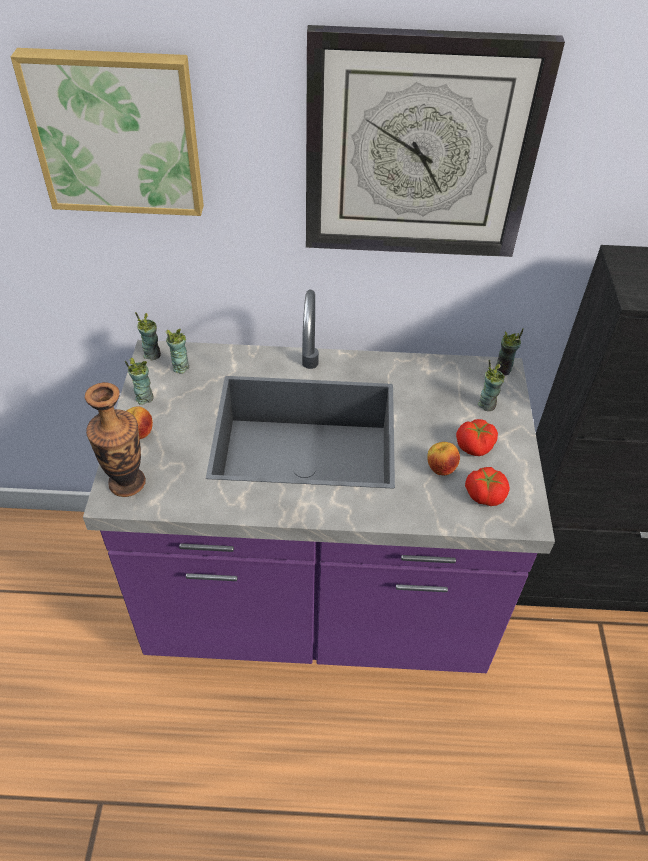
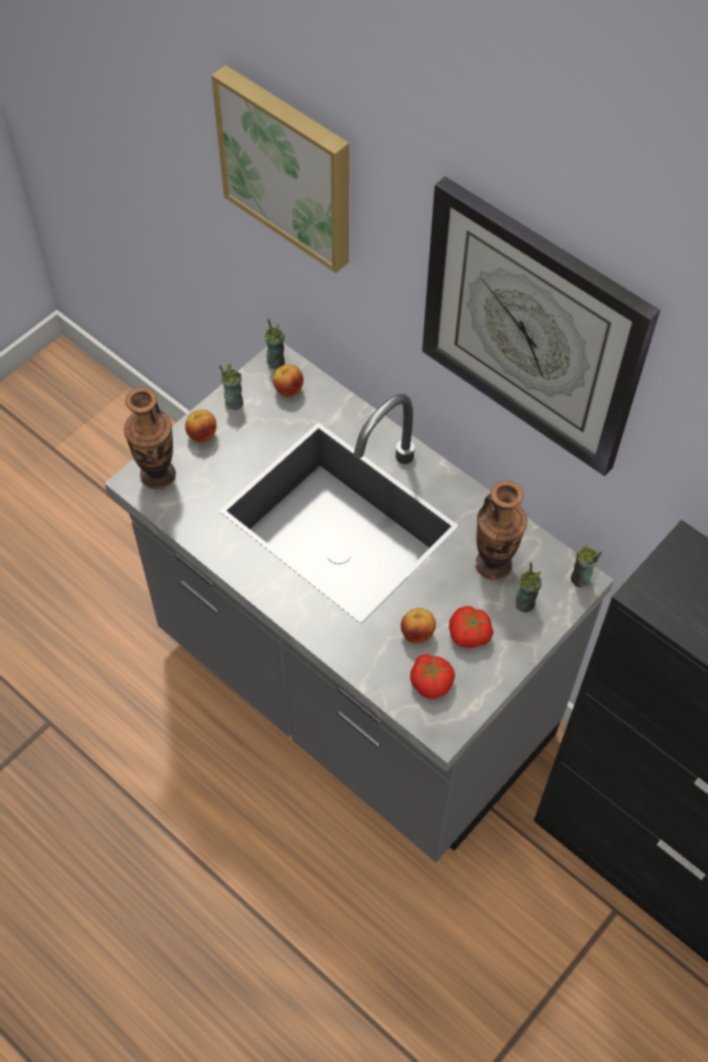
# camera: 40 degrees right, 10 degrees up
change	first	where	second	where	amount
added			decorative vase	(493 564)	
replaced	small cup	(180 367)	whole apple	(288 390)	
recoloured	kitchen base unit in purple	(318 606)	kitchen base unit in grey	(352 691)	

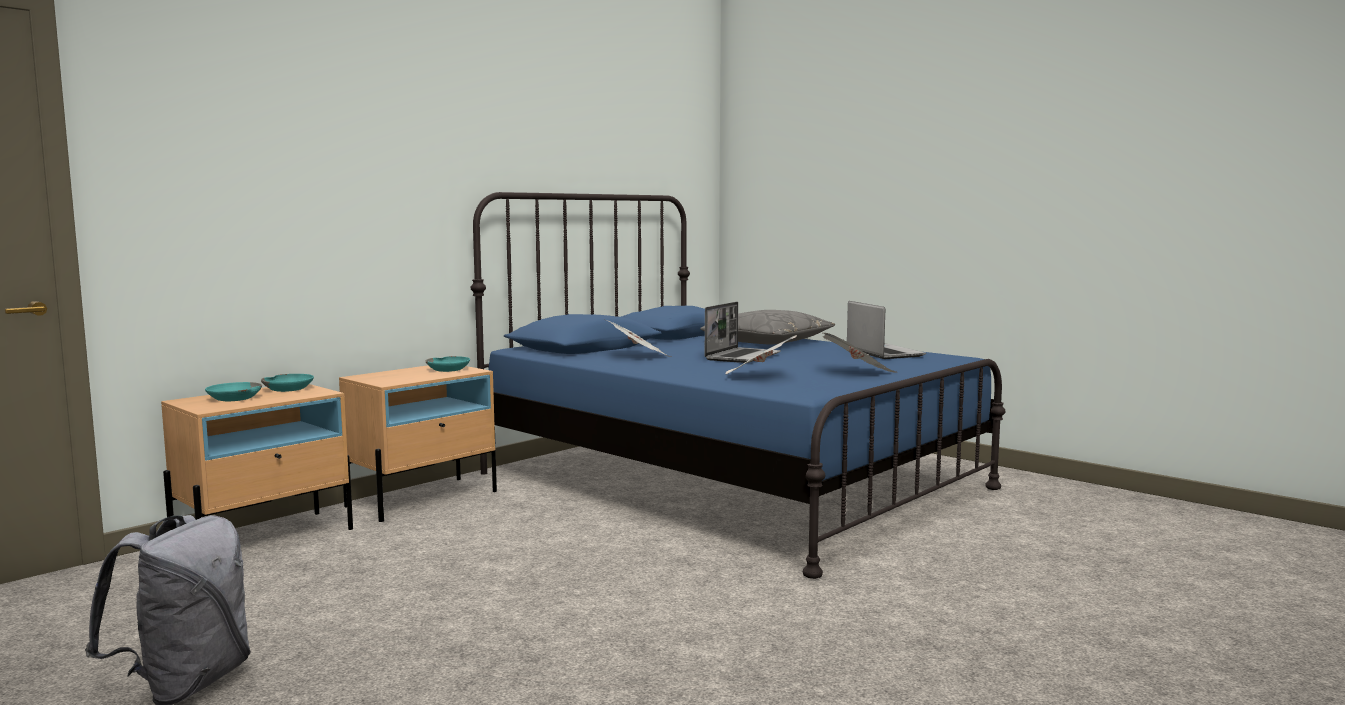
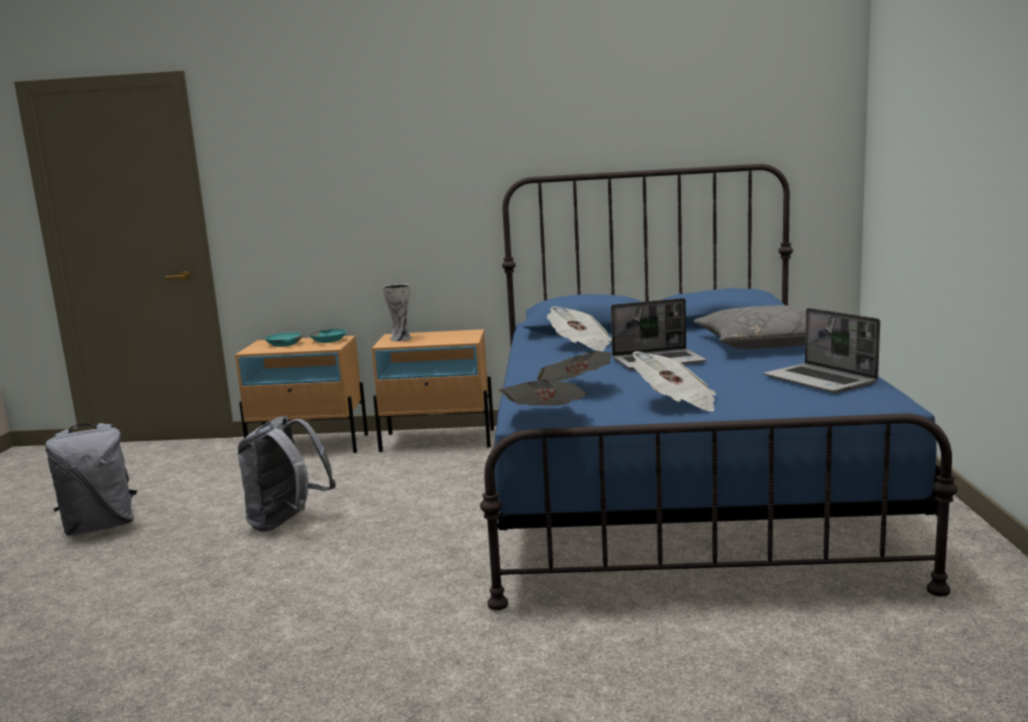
# camera: 50 degrees right, 5 degrees up
change	first	where	second	where	amount
removed	deep dish in turquoise-coloured	(449 369)			
added			knapsack in grey	(287 522)	
added			decorative vase	(401 338)	
added			printed paper	(545 417)	
turned	notebook computer	(883 353)		(821 380)	120 degrees clockwise

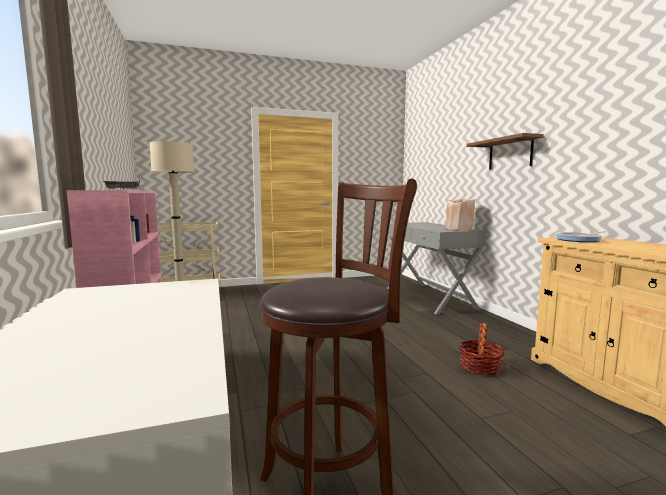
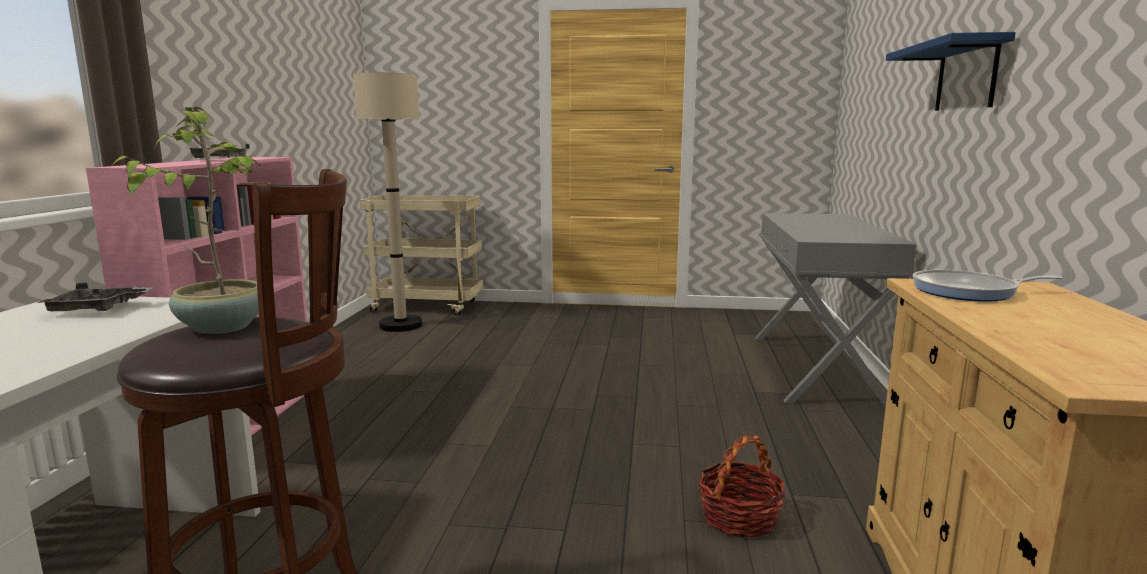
# camera: 25 degrees right, 5 degrees up
change	first	where	second	where	amount
removed	decorative vase in sand-coloured	(459 229)			
added			serving tray in grey	(97 309)	
added			potted plant	(221 326)	
recoloured	wall shelf in brownish	(510 153)	wall shelf in blue-coloured	(966 76)	

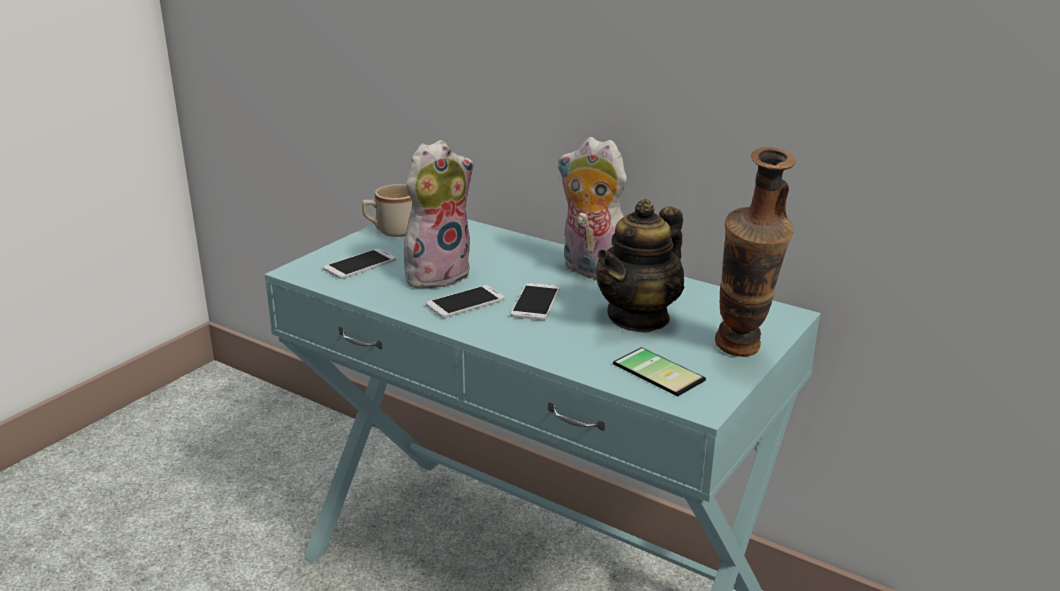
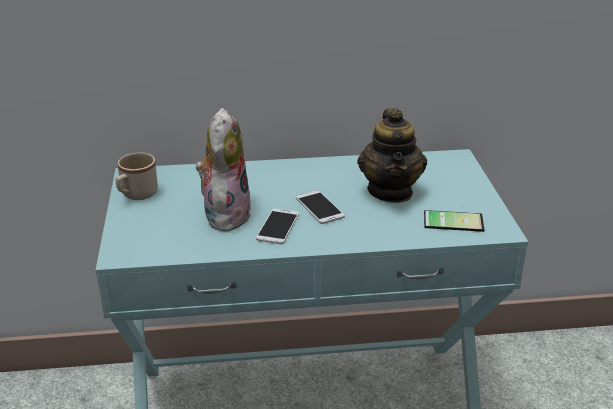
# camera: 40 degrees left, 5 degrees up
change	first	where	second	where	amount
removed	telephone	(360 264)			
removed	soft toy	(590 271)			
removed	decorative vase	(741 354)			

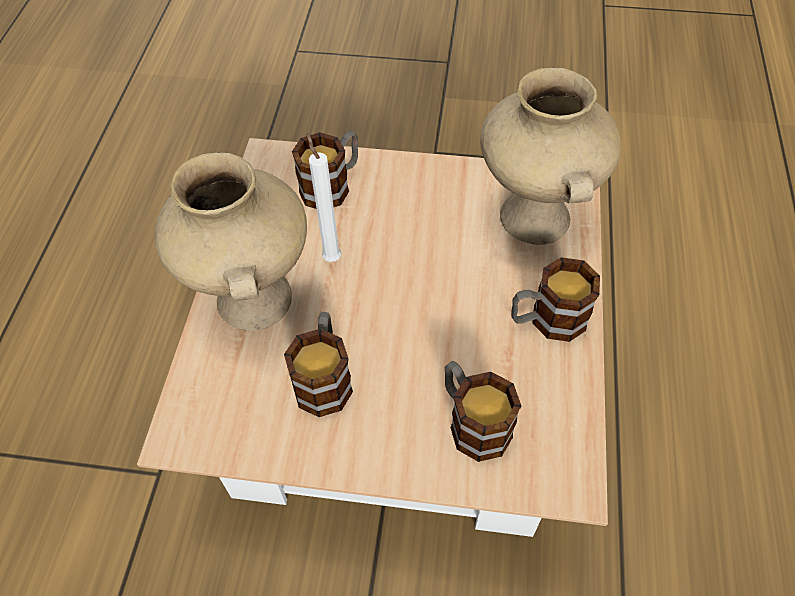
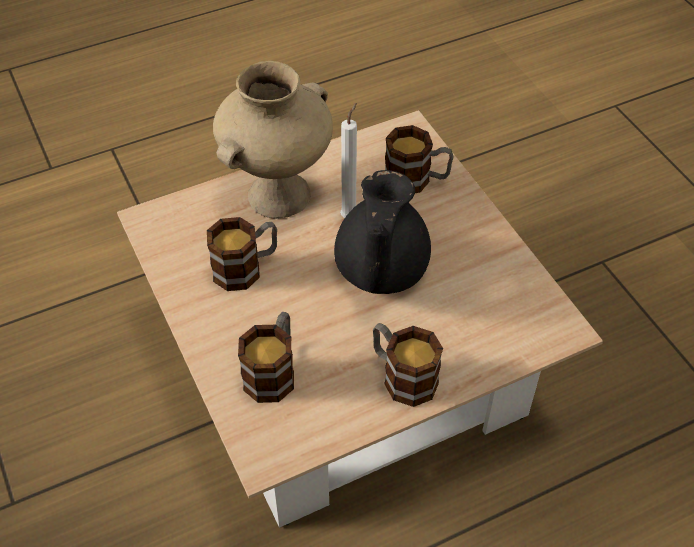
# camera: 55 degrees right, 5 degrees down
change	first	where	second	where	amount
removed	decorative vase in sand-coloured	(532 216)			
added			tea pot in blackish	(379 270)	

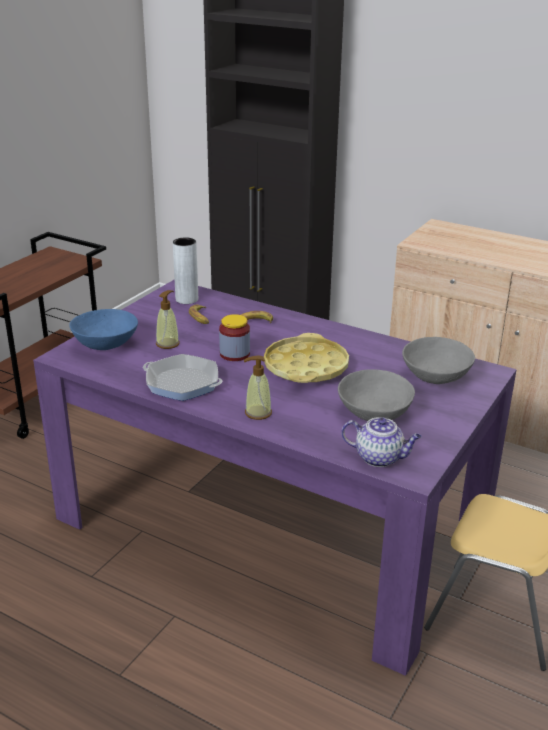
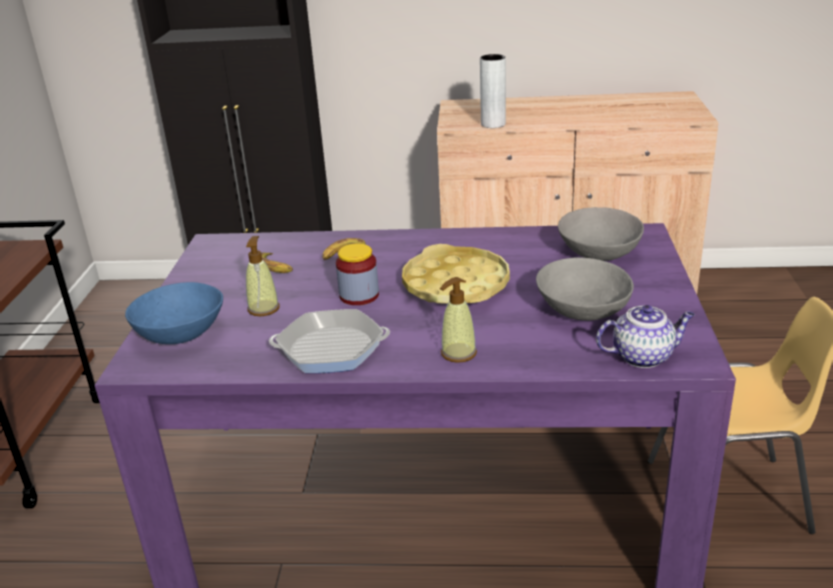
# camera: 25 degrees left, 0 degrees up
change	first	where	second	where	amount
moved	decorative vase in grey	(187 299)		(493 124)	

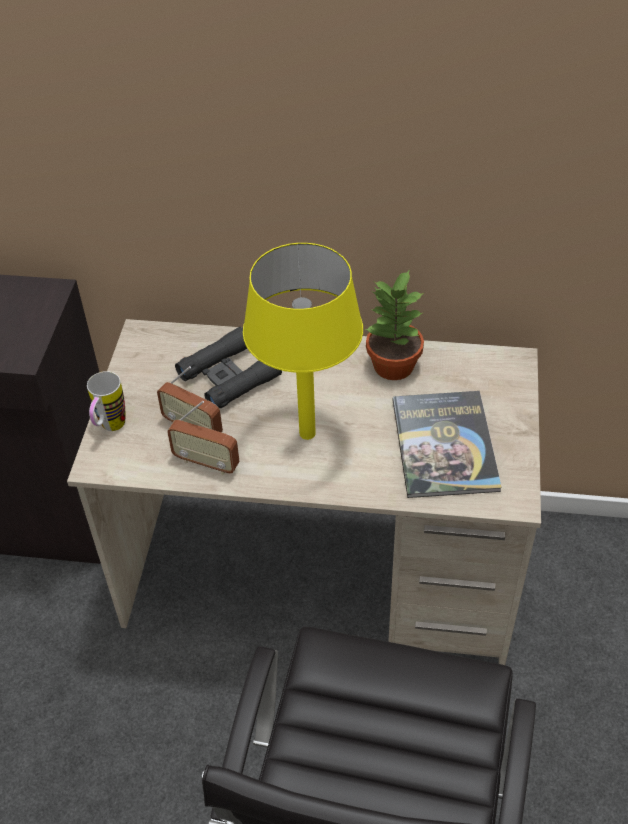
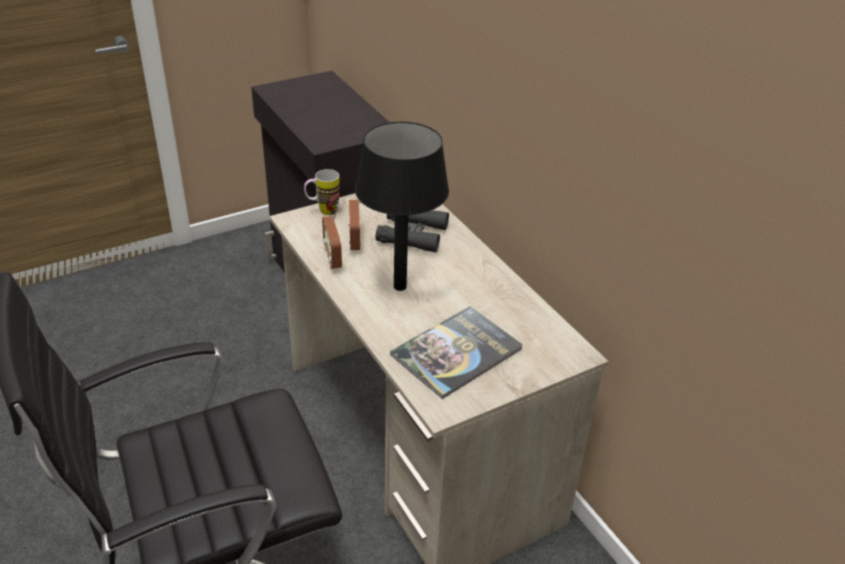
# camera: 50 degrees right, 10 degrees down
change	first	where	second	where	amount
removed	potted plant	(392 366)			
recoloured	table lamp in yellow-coloured	(306 434)	table lamp in blackish	(399 286)	

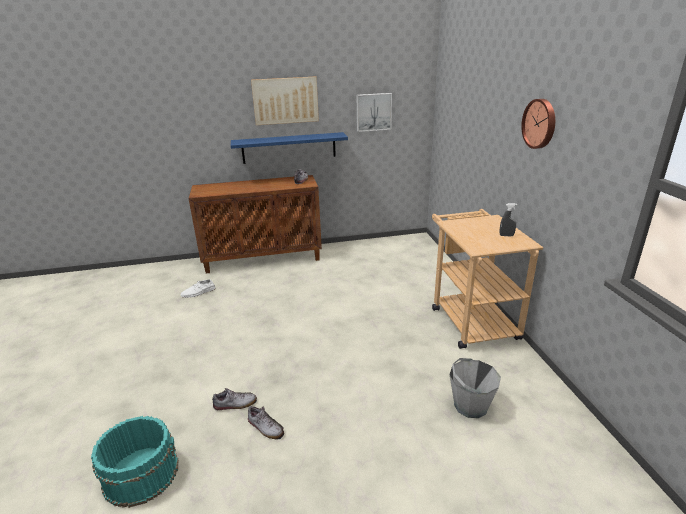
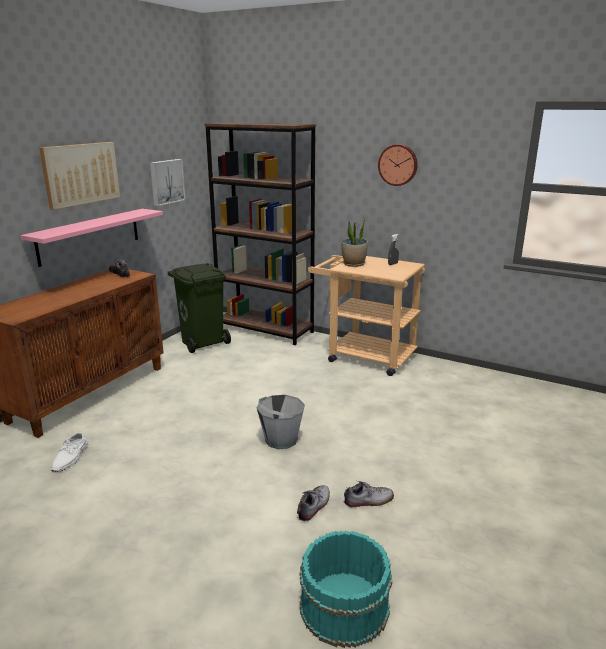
# camera: 50 degrees left, 5 degrees down
change	first	where	second	where	amount
added			rubbish bin in greenish	(203 342)	
added			bookcase in brownish	(265 329)	
added			potted plant	(354 264)	
moved	pail in grey	(470 405)		(281 440)	
recoloured	wall shelf in blue-coloured	(289 148)	wall shelf in pink	(90 236)	

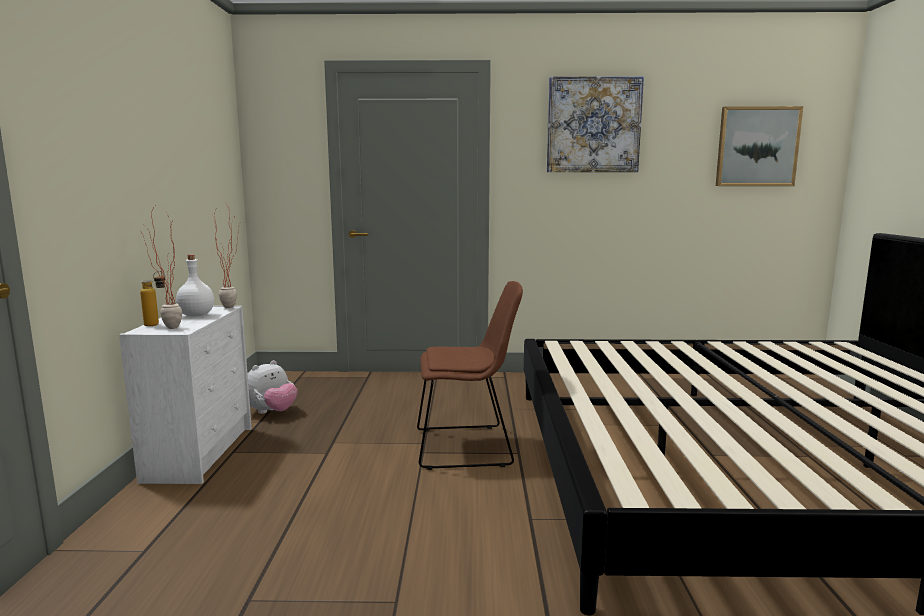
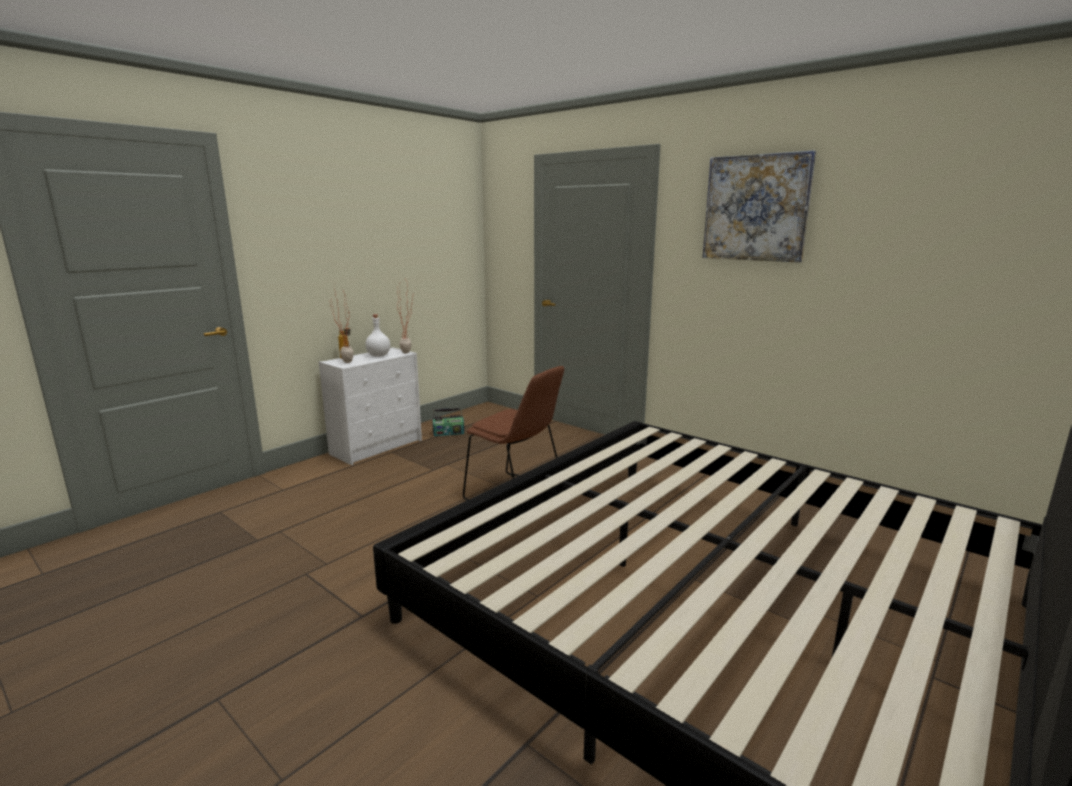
# camera: 40 degrees right, 5 degrees up
change	first	where	second	where	amount
removed	picture	(757 147)			
replaced	soft toy	(271 412)	radio set	(448 433)	

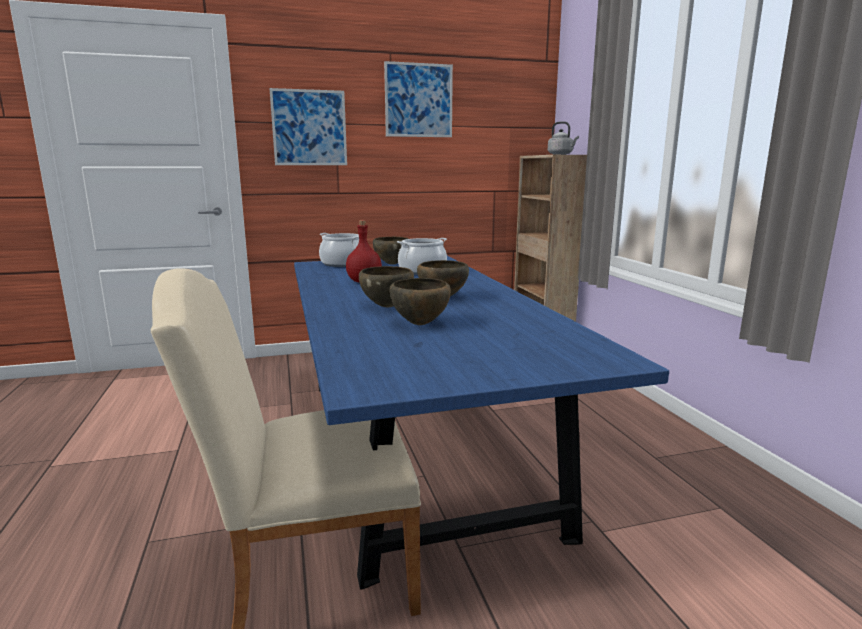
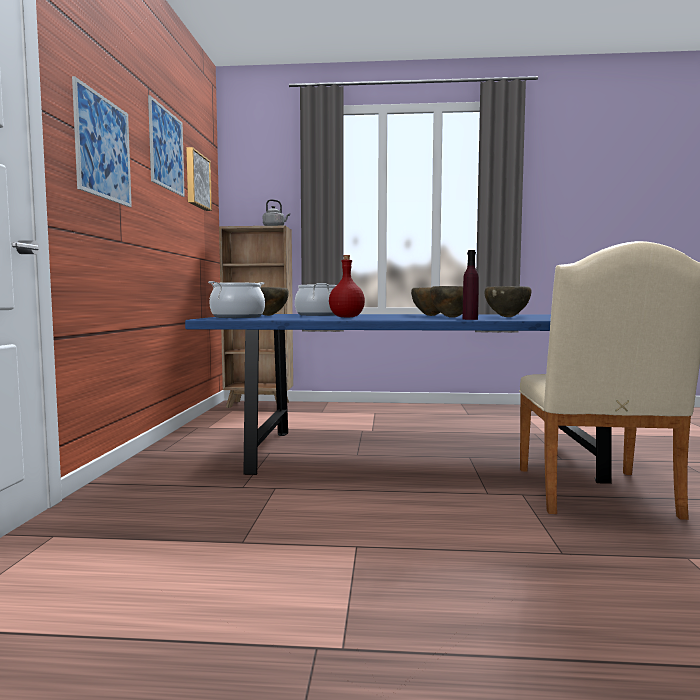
# camera: 70 degrees left, 10 degrees down
change	first	where	second	where	amount
added			picture	(196 180)	
added			beverage bottle in purple	(470 319)	

